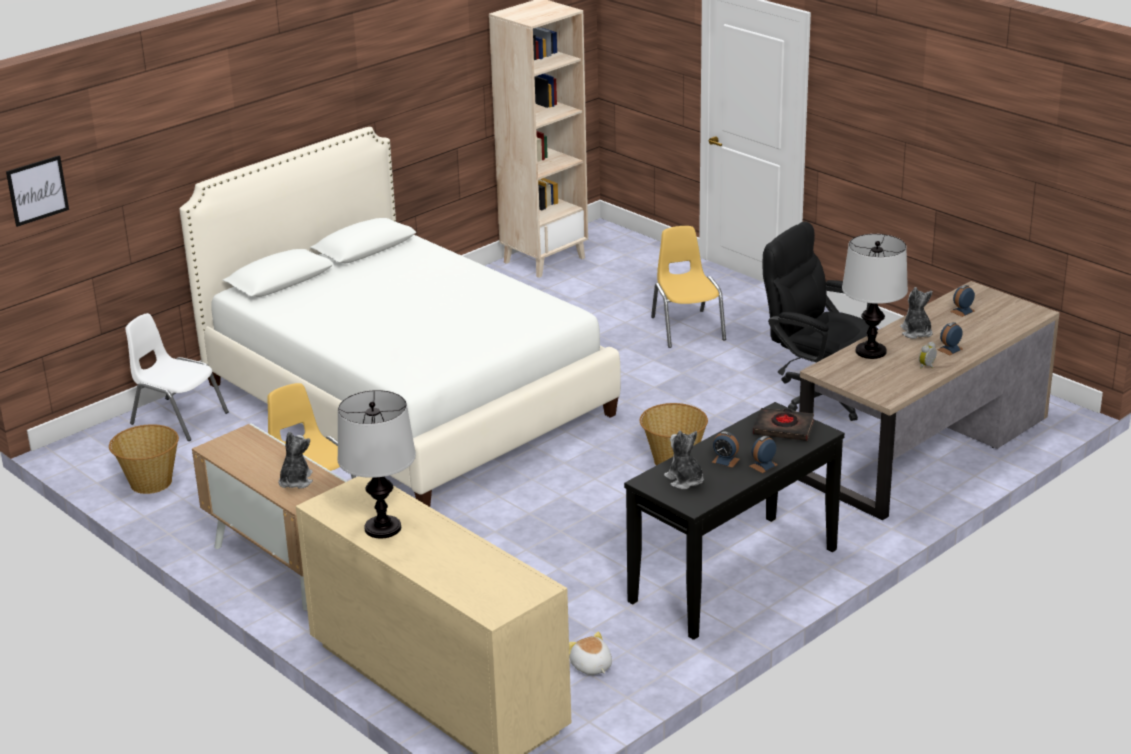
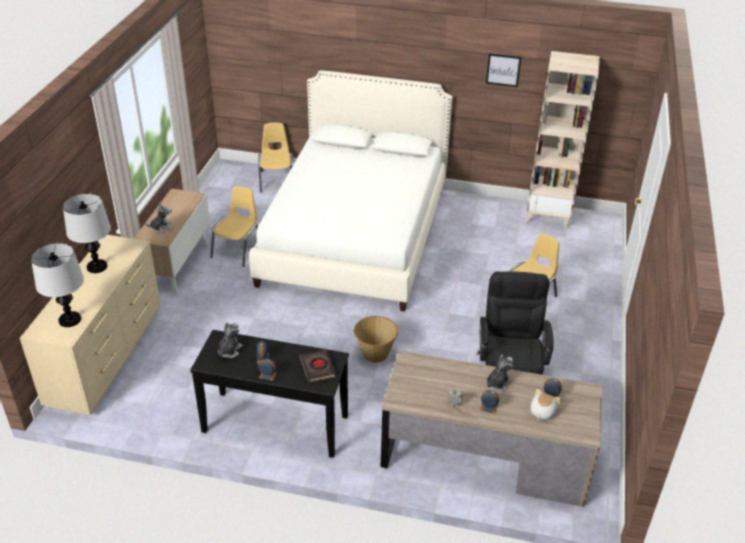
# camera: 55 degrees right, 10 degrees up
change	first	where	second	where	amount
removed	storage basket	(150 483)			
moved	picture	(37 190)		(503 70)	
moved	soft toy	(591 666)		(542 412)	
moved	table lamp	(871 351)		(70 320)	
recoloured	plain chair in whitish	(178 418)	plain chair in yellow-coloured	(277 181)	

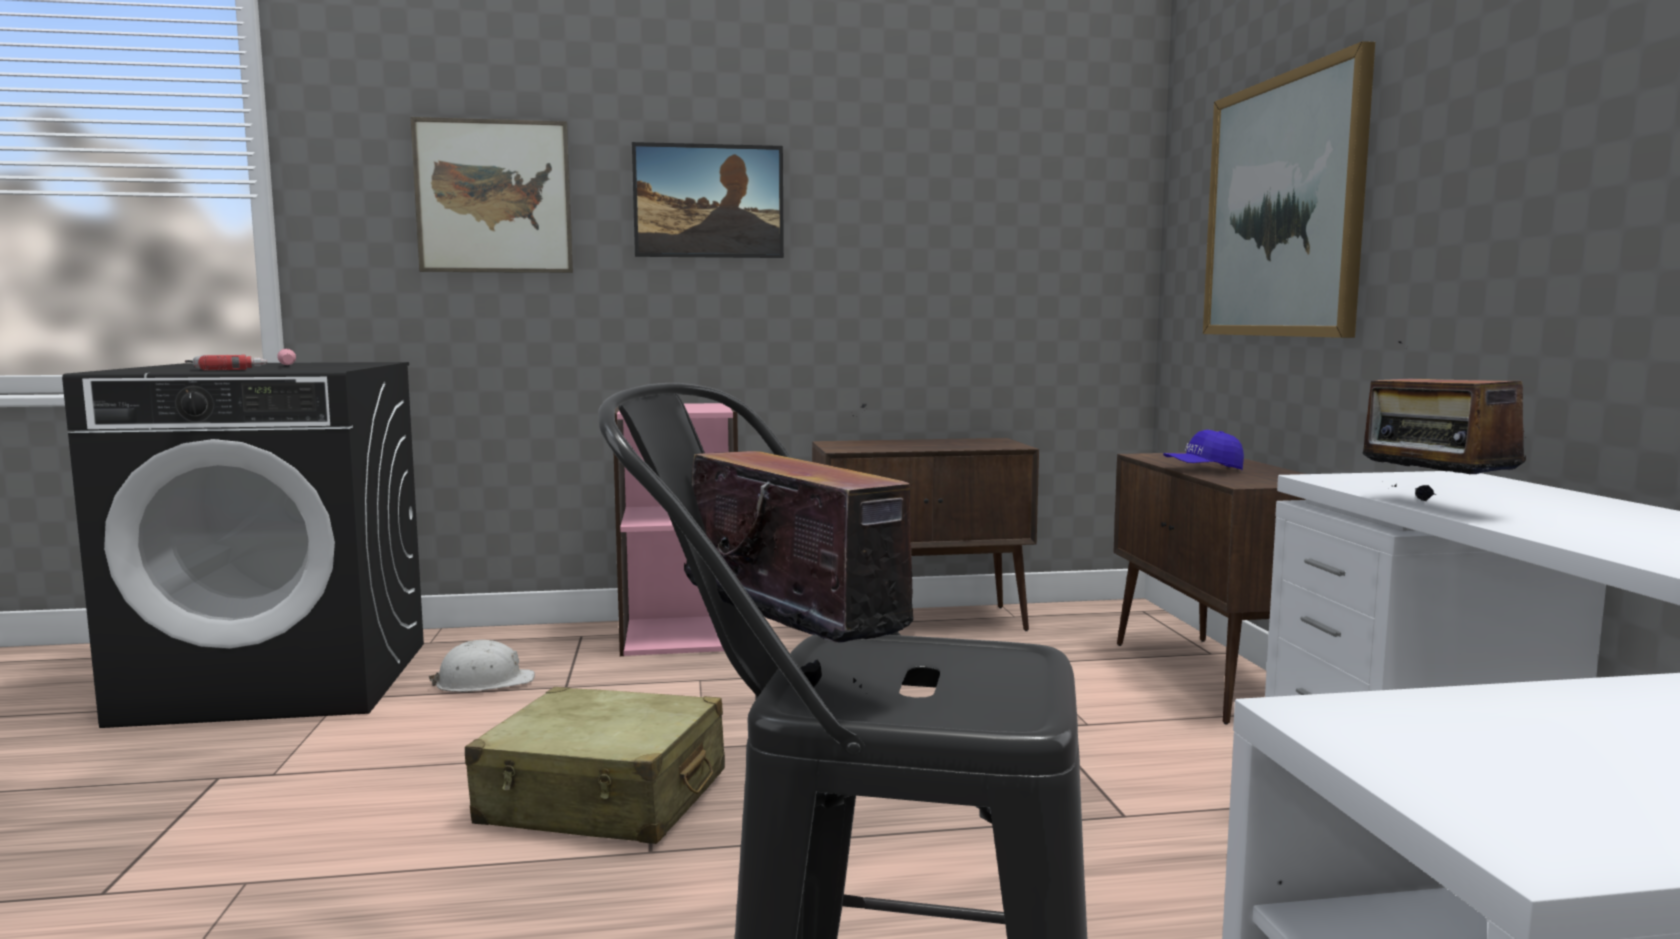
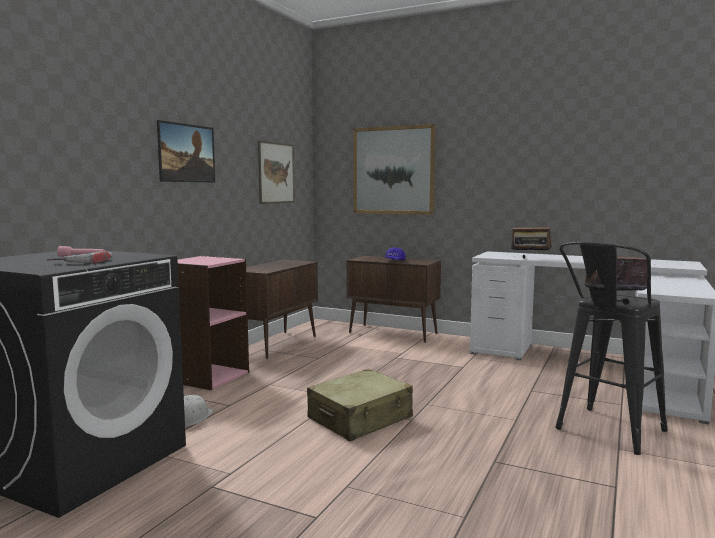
# camera: 55 degrees left, 0 degrees up
change	first	where	second	where	amount
moved	picture	(494 196)		(276 173)	

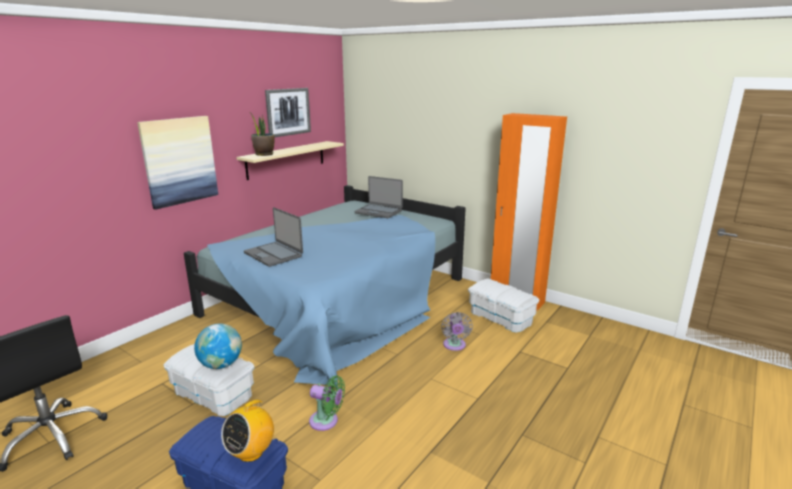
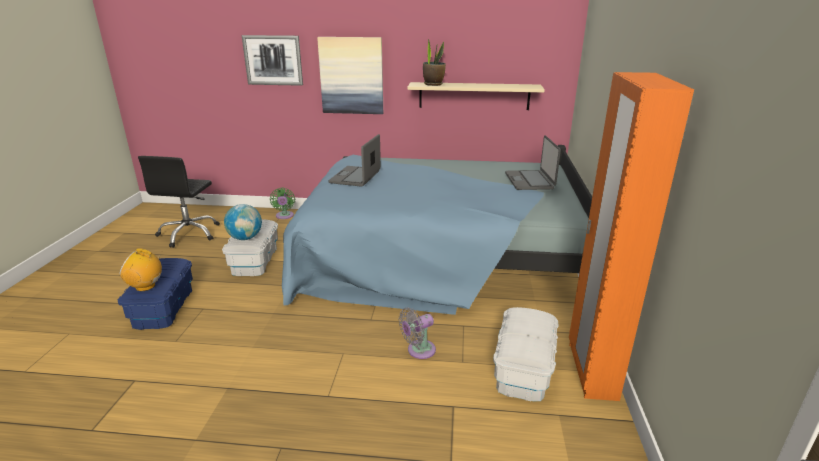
# camera: 60 degrees right, 5 degrees up
change	first	where	second	where	amount
moved	picture	(288 112)		(273 60)	
moved	fan in greenish	(326 421)		(284 216)	

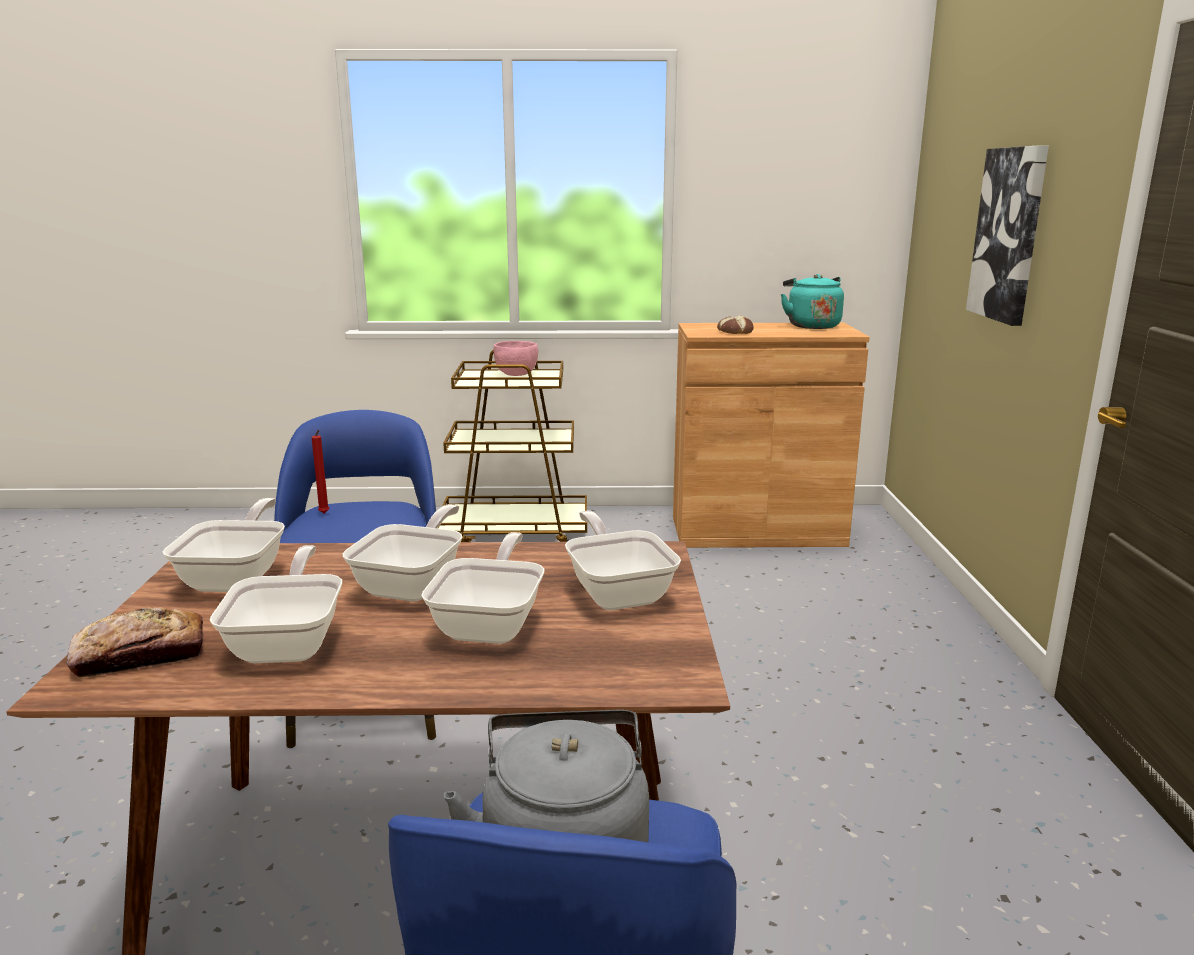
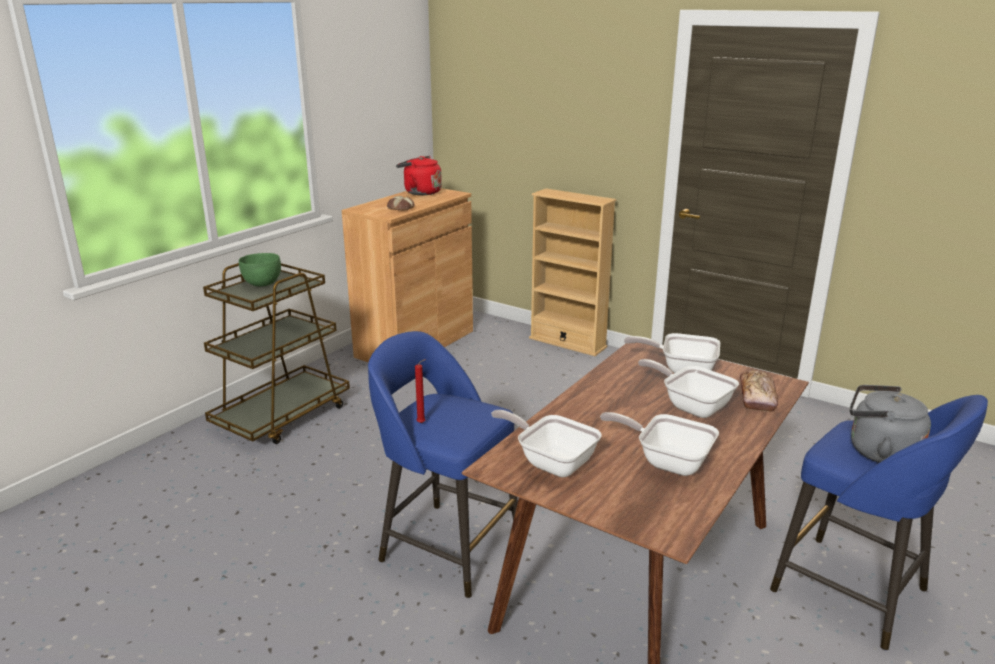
# camera: 55 degrees left, 5 degrees up
change	first	where	second	where	amount
removed	frying pan	(414 584)			
removed	picture	(1009 234)			
added			bookcase in sand-coloured	(567 343)	
moved	baked bread	(140 655)		(757 397)	
recoloured	deep dish in pink	(516 375)	deep dish in greenish	(262 284)	
recoloured	tea kettle in turquoise-coloured	(811 326)	tea kettle in reddish	(420 192)	

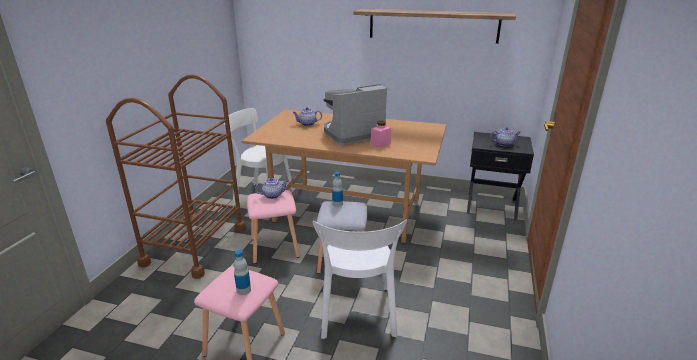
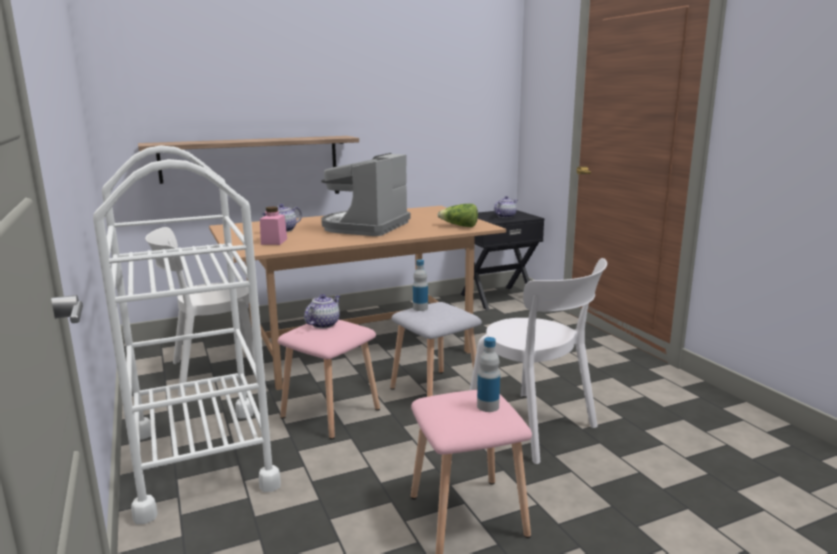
# camera: 40 degrees left, 10 degrees down
change	first	where	second	where	amount
added			lettuce	(459 226)	
moved	wall shelf	(433 25)		(251 158)	
moved	storage jar in pink	(380 144)		(274 241)	
recoloured	cart in brownish	(195 246)	cart in whitish	(201 459)	

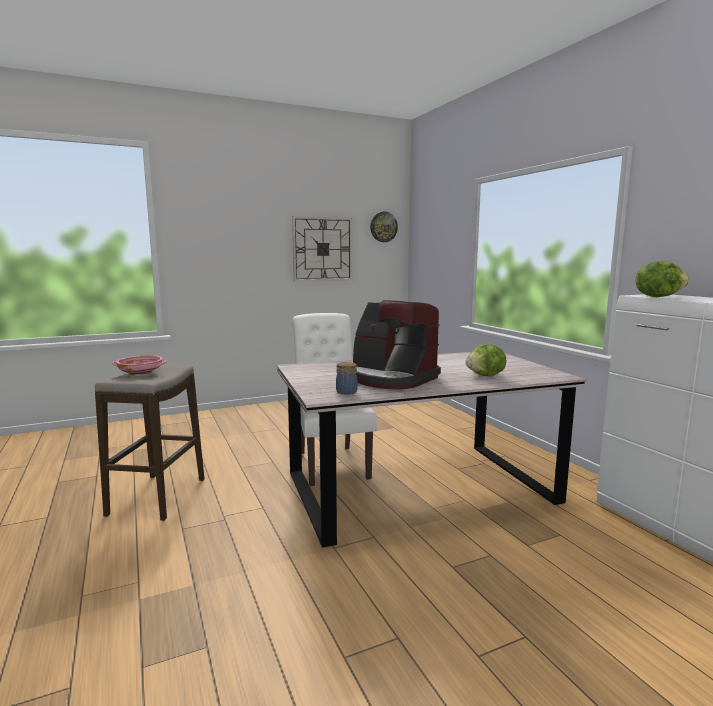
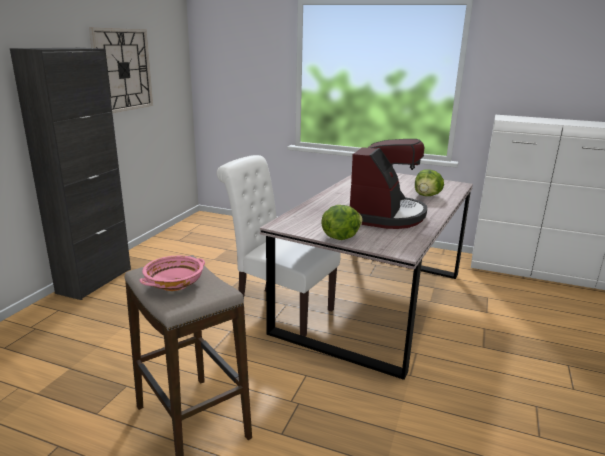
# camera: 45 degrees left, 10 degrees up
change	first	where	second	where	amount
removed	storage jar	(346 392)			
removed	hanging clock	(383 227)			
added			cabinet in blackish	(95 281)	
moved	lettuce	(657 297)		(340 237)	
turned	coffee brewer	(391 378)		(386 215)	60 degrees counterclockwise

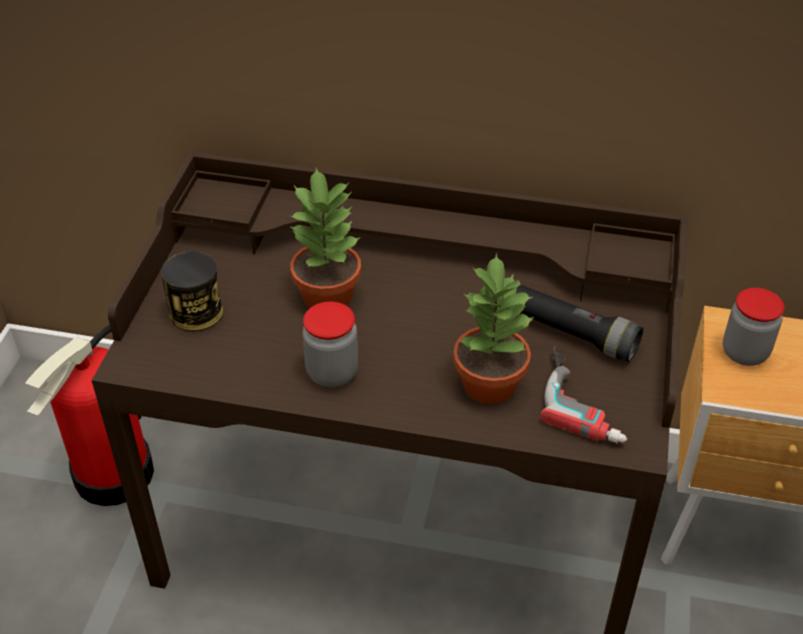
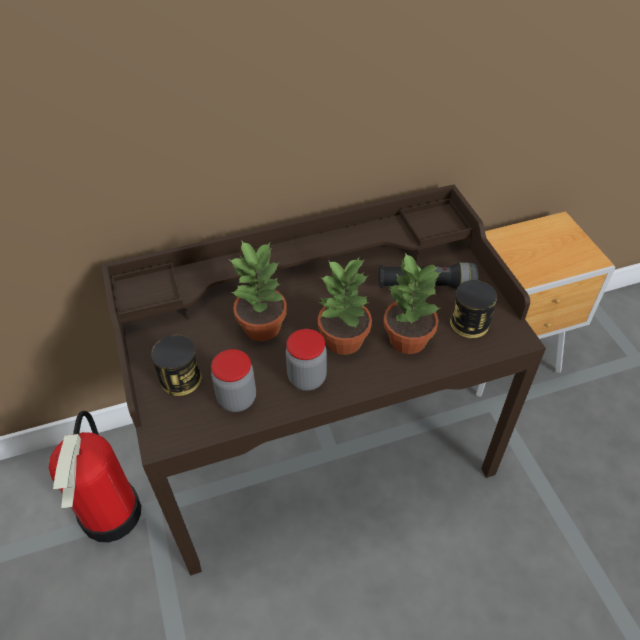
# camera: 30 degrees left, 5 degrees up
change	first	where	second	where	amount
added			potted plant	(345 341)	
moved	storage jar	(744 353)		(237 398)	
replaced	drill	(586 400)	metal can	(469 323)	

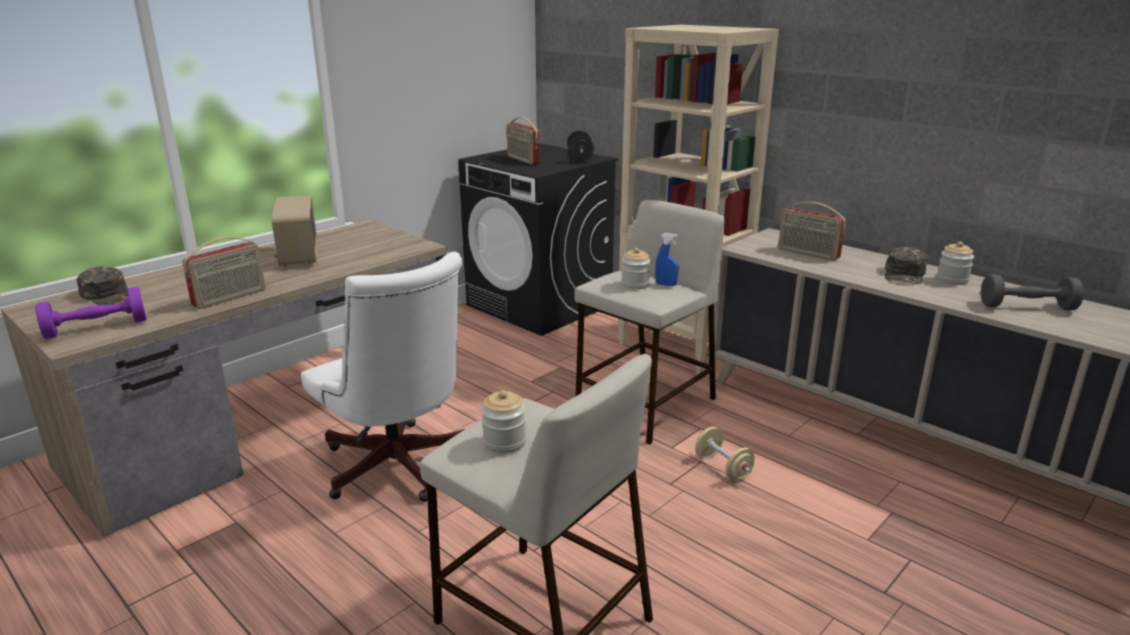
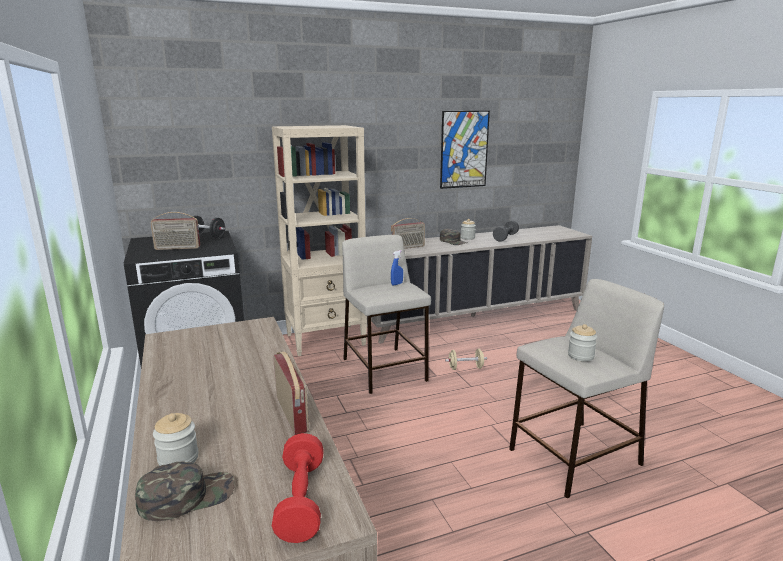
# camera: 65 degrees left, 5 degrees down
change	first	where	second	where	amount
removed	radio set	(298 257)			
removed	desk chair in whitish	(398 470)			
added			picture	(464 149)	
moved	storage jar	(635 285)		(178 459)	
recoloured	free weight in purple	(97 328)	free weight in reddish	(301 501)	

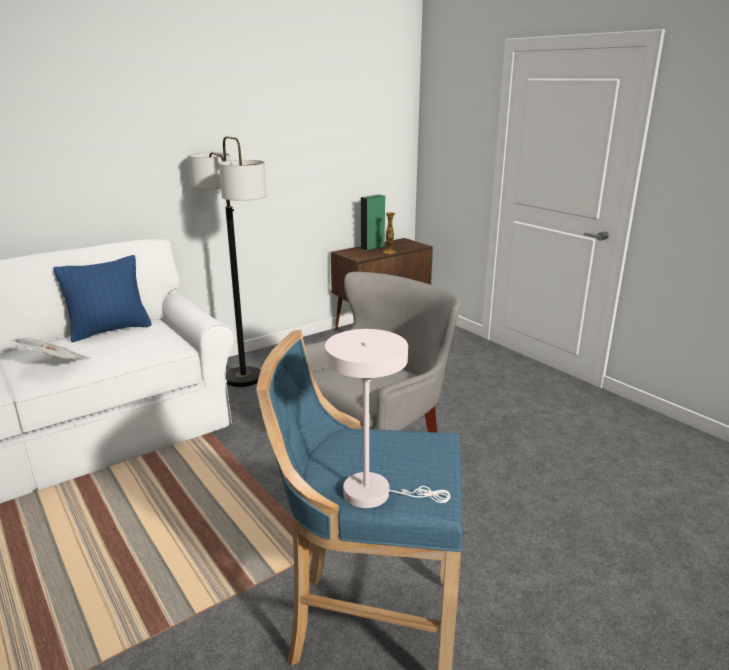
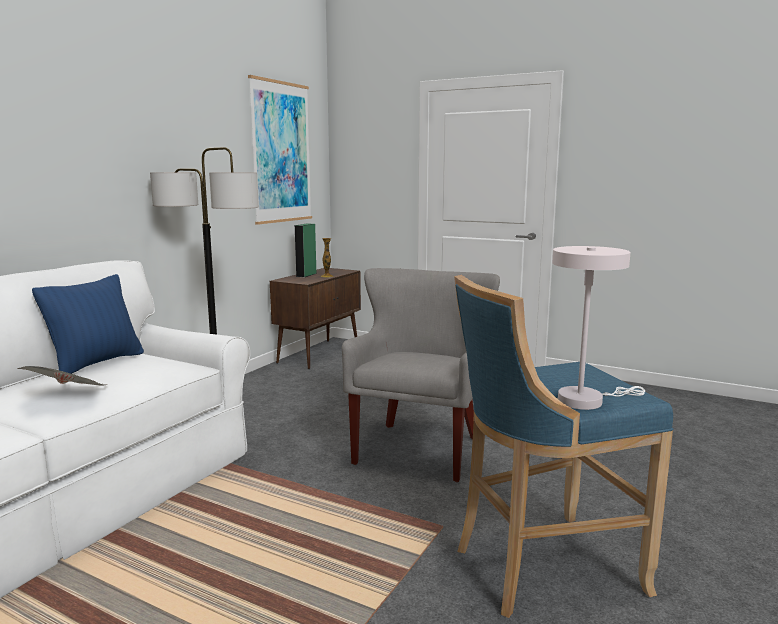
# camera: 25 degrees left, 10 degrees down
change	first	where	second	where	amount
added			picture	(281 152)	

